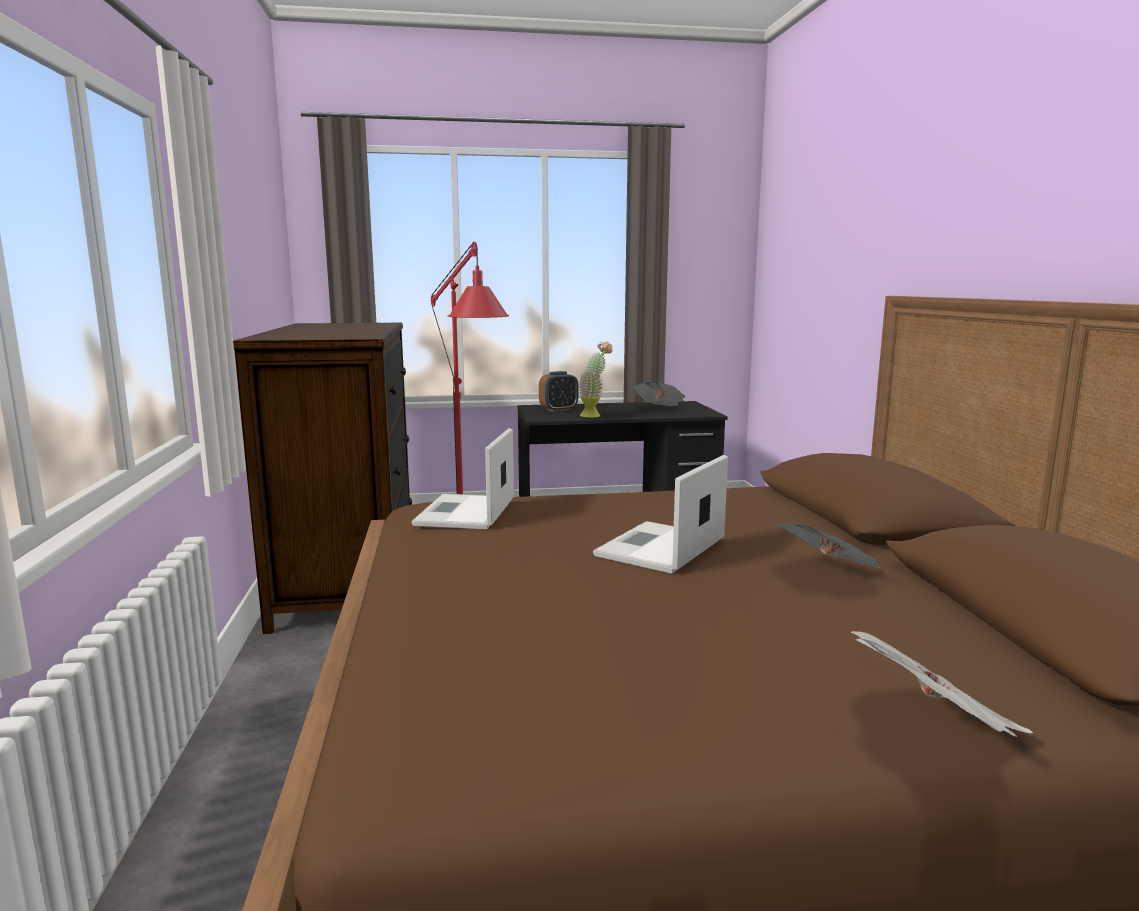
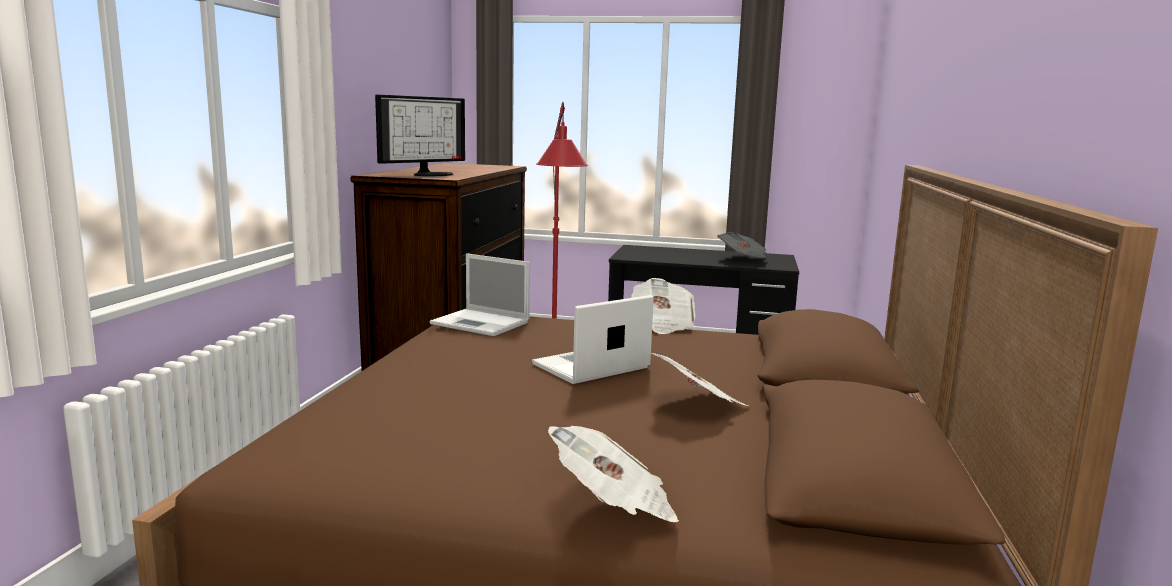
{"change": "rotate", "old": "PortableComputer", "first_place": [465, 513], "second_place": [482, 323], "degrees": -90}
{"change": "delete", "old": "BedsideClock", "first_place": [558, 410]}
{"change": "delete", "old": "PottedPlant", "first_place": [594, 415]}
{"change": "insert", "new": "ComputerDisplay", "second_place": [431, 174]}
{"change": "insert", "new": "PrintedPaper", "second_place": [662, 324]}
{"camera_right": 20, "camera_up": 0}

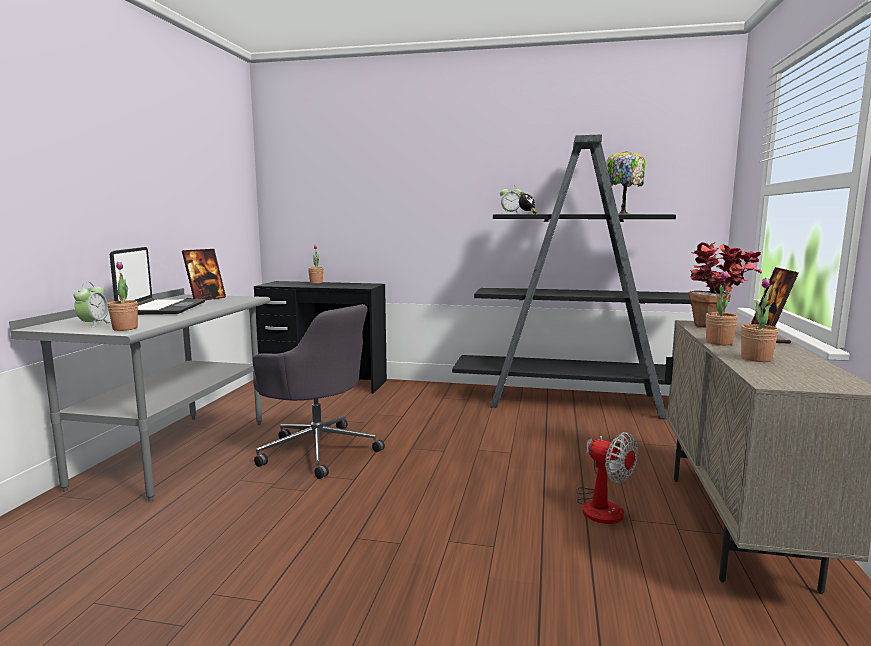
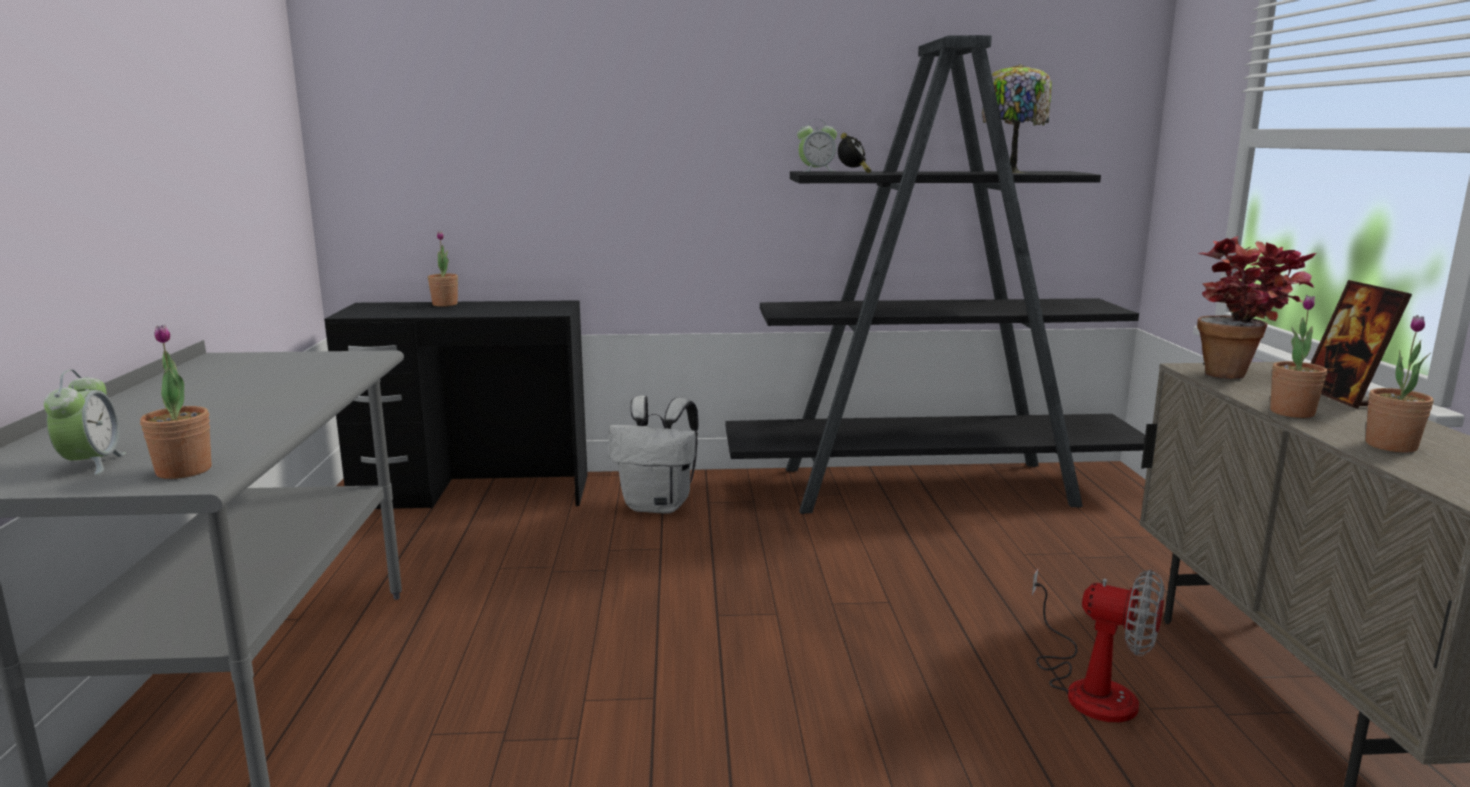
{"change": "delete", "old": "PortableComputer", "first_place": [162, 308]}
{"change": "delete", "old": "StandingFrame", "first_place": [206, 299]}
{"change": "delete", "old": "GreyishOfficeChair", "first_place": [318, 450]}
{"change": "insert", "new": "WhitishKnapsack", "second_place": [659, 506]}
{"camera_right": -15, "camera_up": 5}

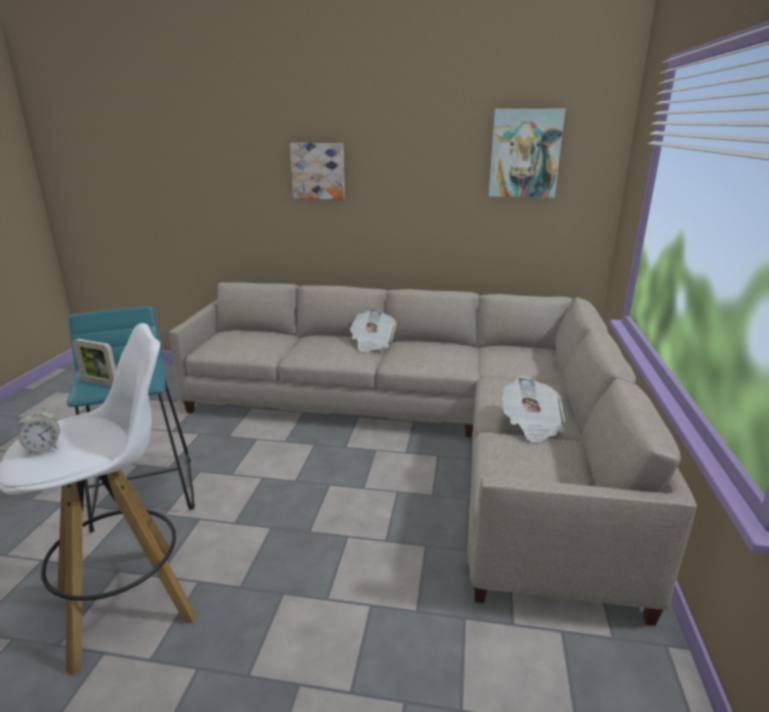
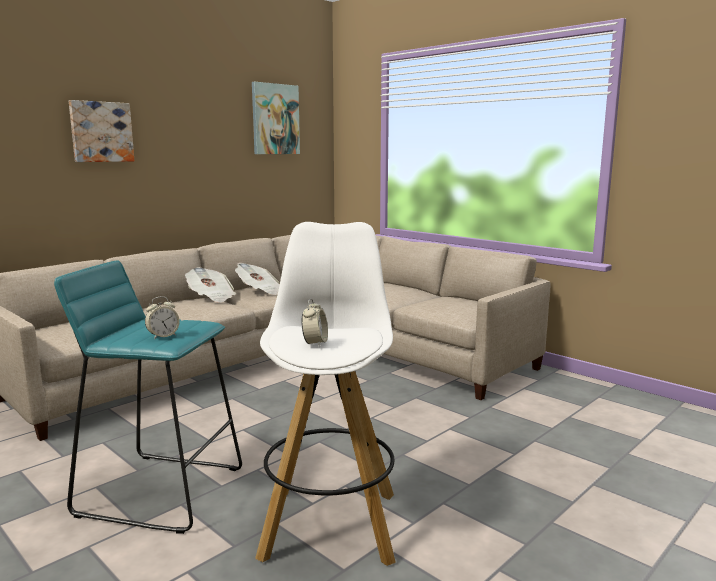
{"change": "replace", "old": "StandingFrame", "new": "BedsideClock", "first_place": [100, 382], "second_place": [163, 336]}
{"change": "move", "old": "PrintedPaper", "first_place": [531, 425], "second_place": [260, 291]}
{"camera_right": -55, "camera_up": -10}

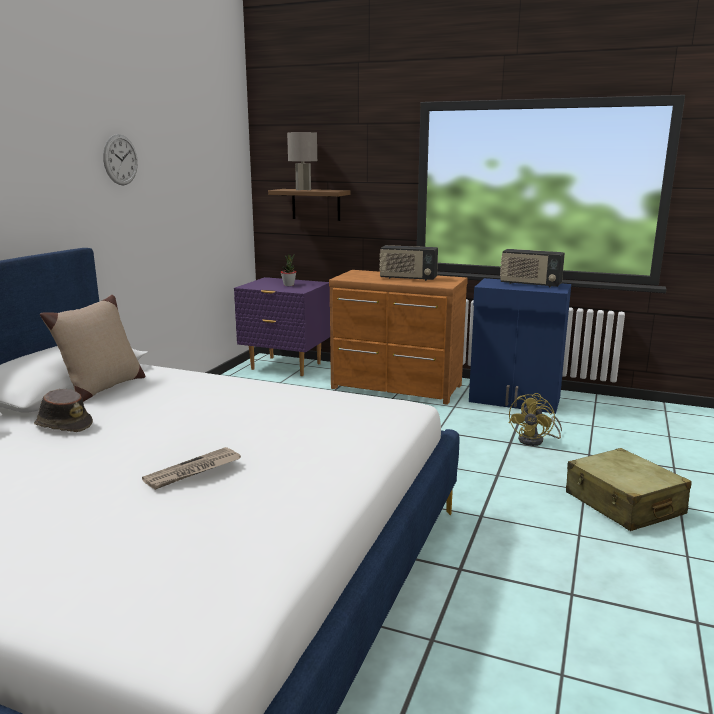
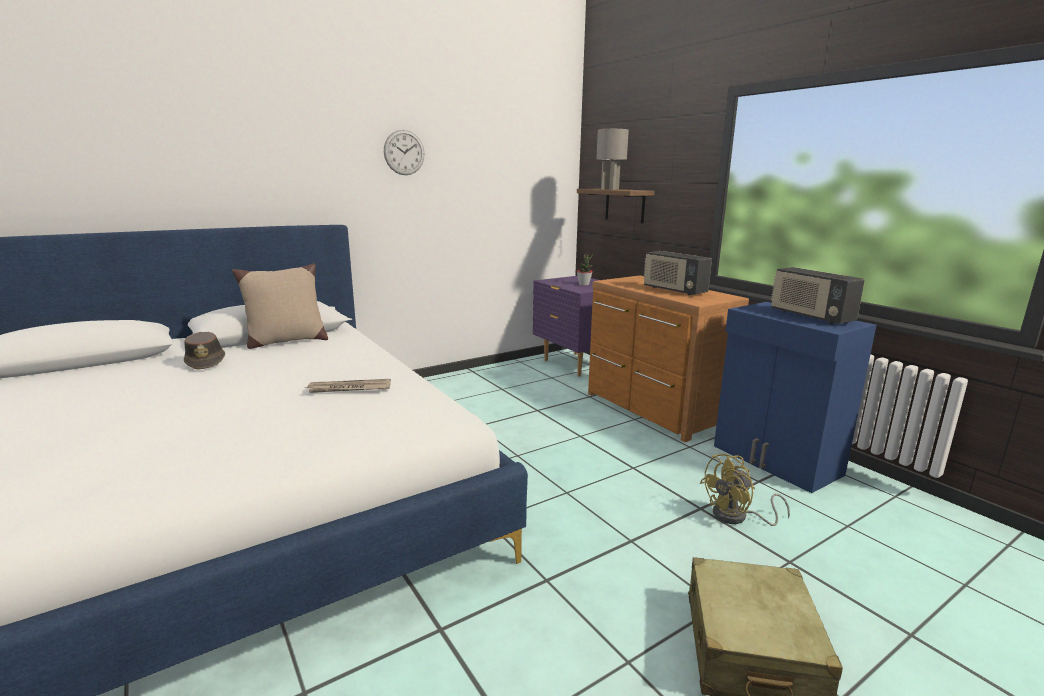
{"change": "move", "old": "PrintedPaper", "first_place": [193, 471], "second_place": [349, 388]}
{"camera_right": 35, "camera_up": 0}

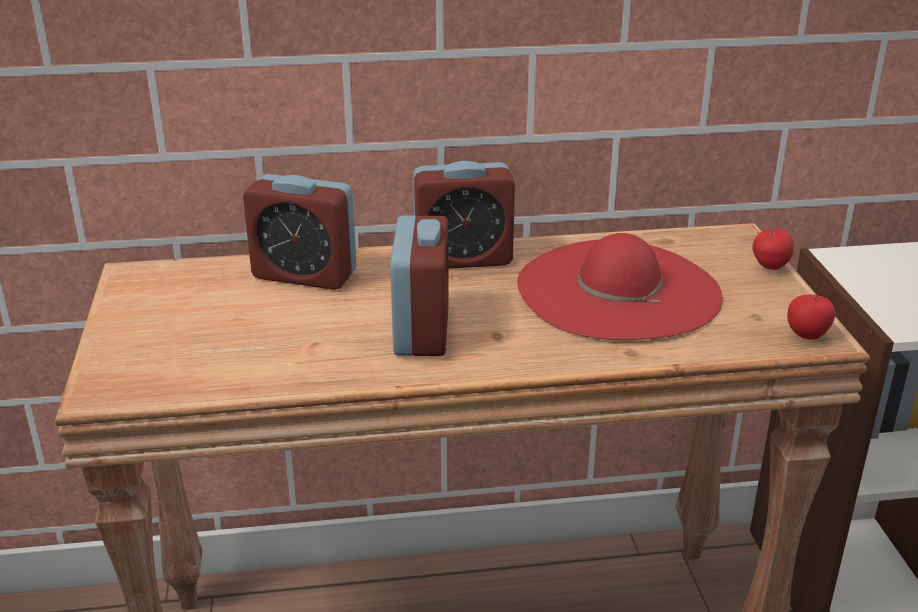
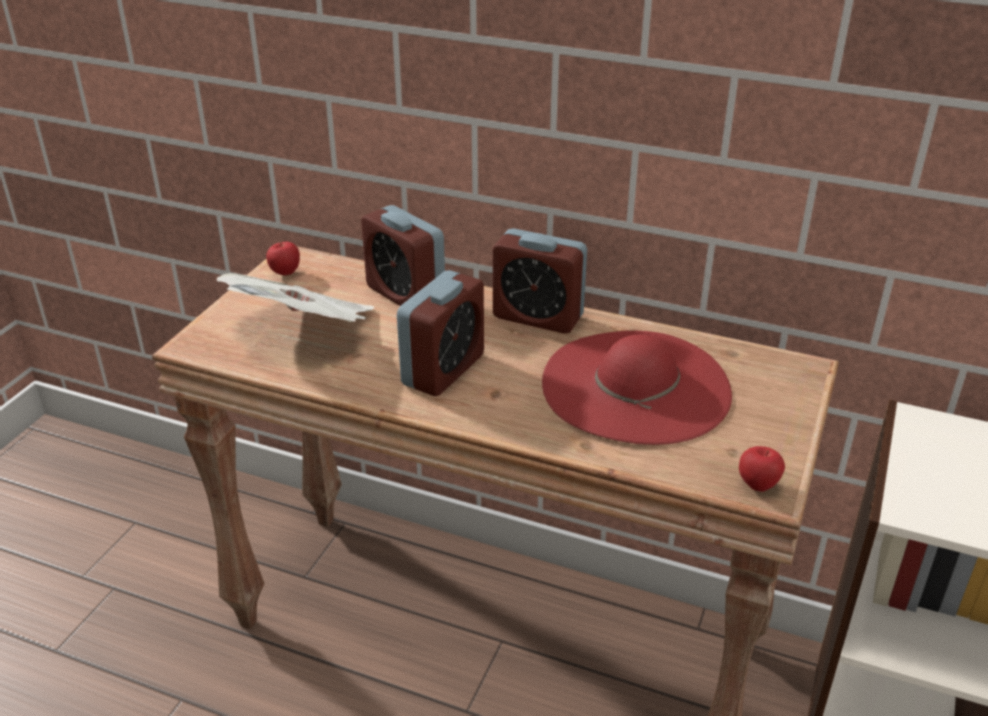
{"change": "move", "old": "Apple", "first_place": [769, 268], "second_place": [285, 273]}
{"change": "insert", "new": "PrintedPaper", "second_place": [305, 331]}
{"camera_right": 30, "camera_up": 5}

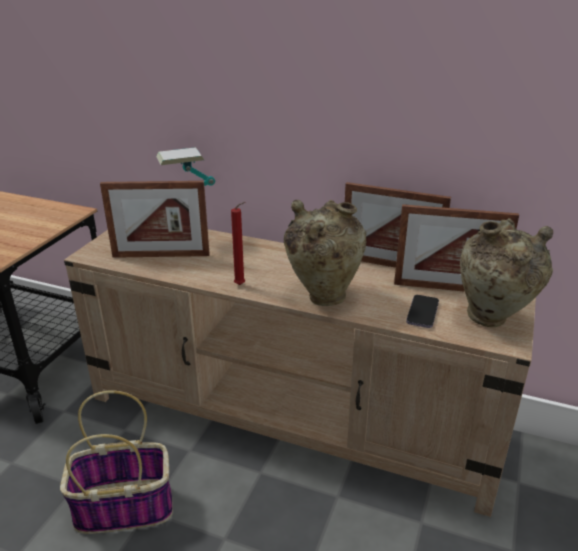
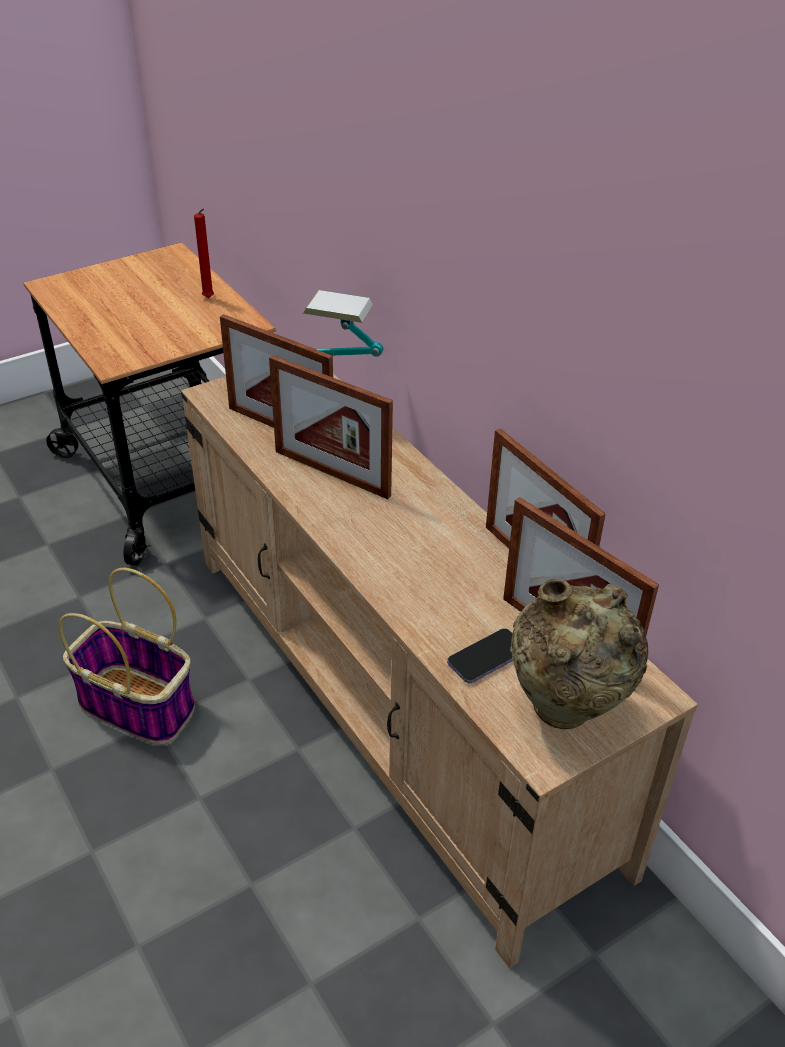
{"change": "move", "old": "RedColouredWaxLight", "first_place": [241, 285], "second_place": [209, 299]}
{"change": "delete", "old": "BeigeDecorativeVase", "first_place": [323, 295]}
{"change": "insert", "new": "StandingFrame", "second_place": [332, 473]}
{"camera_right": 35, "camera_up": 10}

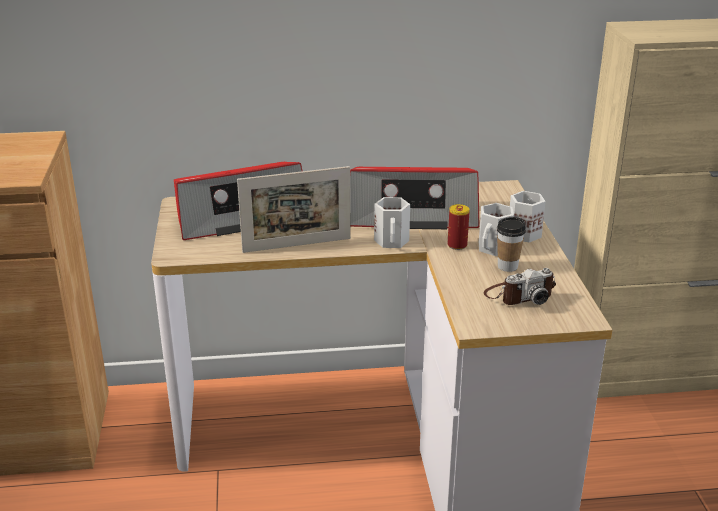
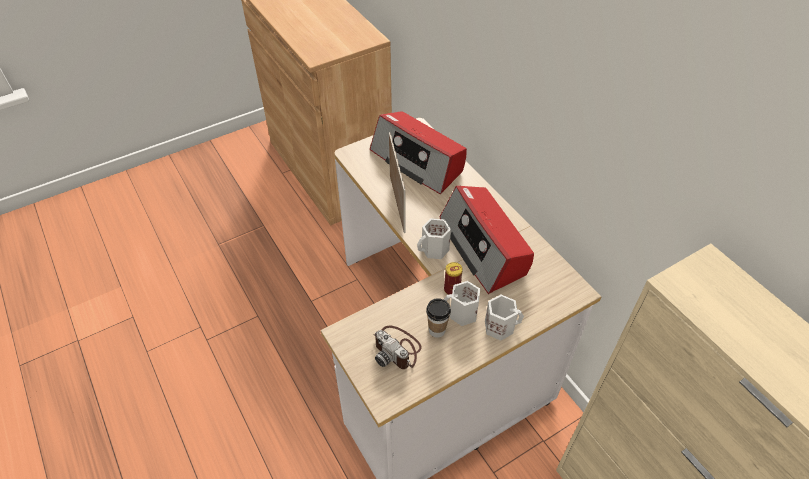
{"change": "rotate", "old": "StandingFrame", "first_place": [297, 245], "second_place": [397, 203], "degrees": -150}
{"camera_right": 65, "camera_up": 20}

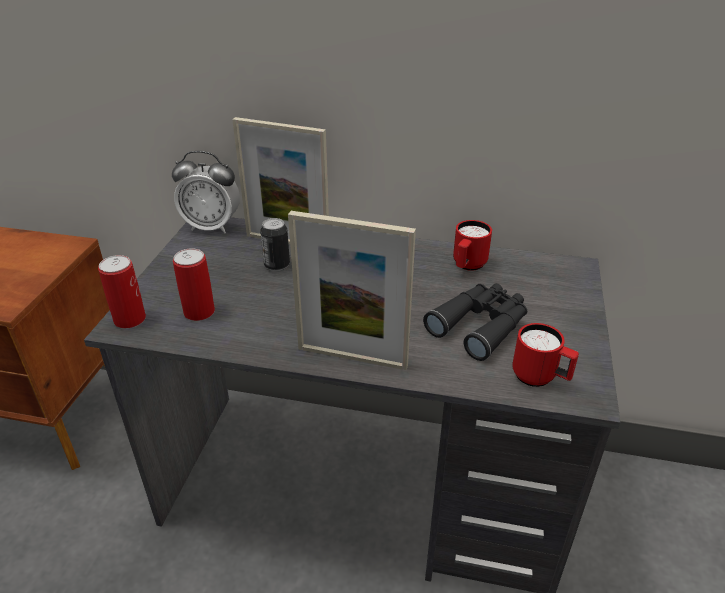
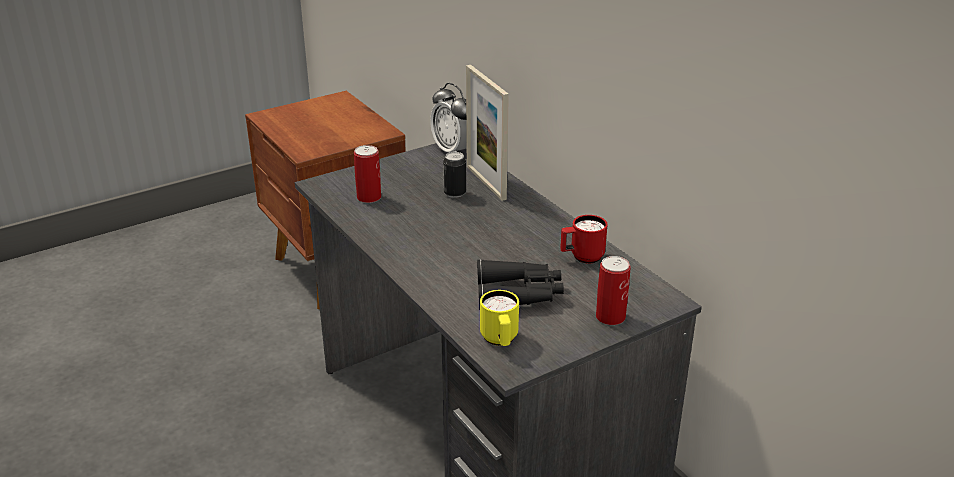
{"change": "move", "old": "SealedCan", "first_place": [130, 319], "second_place": [610, 317]}
{"change": "delete", "old": "StandingFrame", "first_place": [352, 357]}
{"change": "recolor", "old": "RedColouredTeaMug", "new": "YellowColouredTeaMug", "first_place": [540, 378], "second_place": [500, 341]}
{"camera_right": 45, "camera_up": -5}

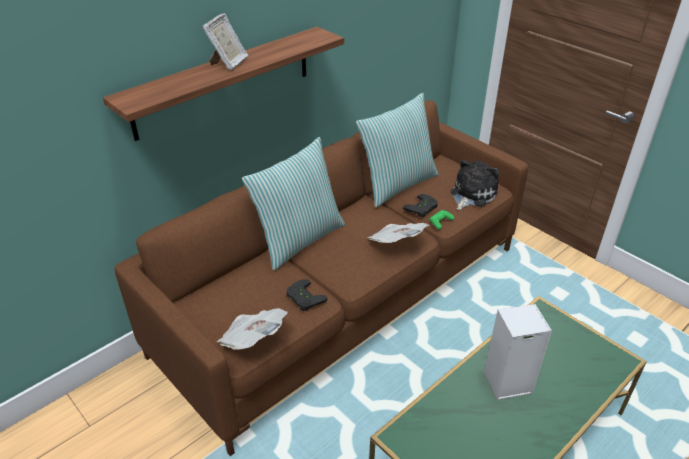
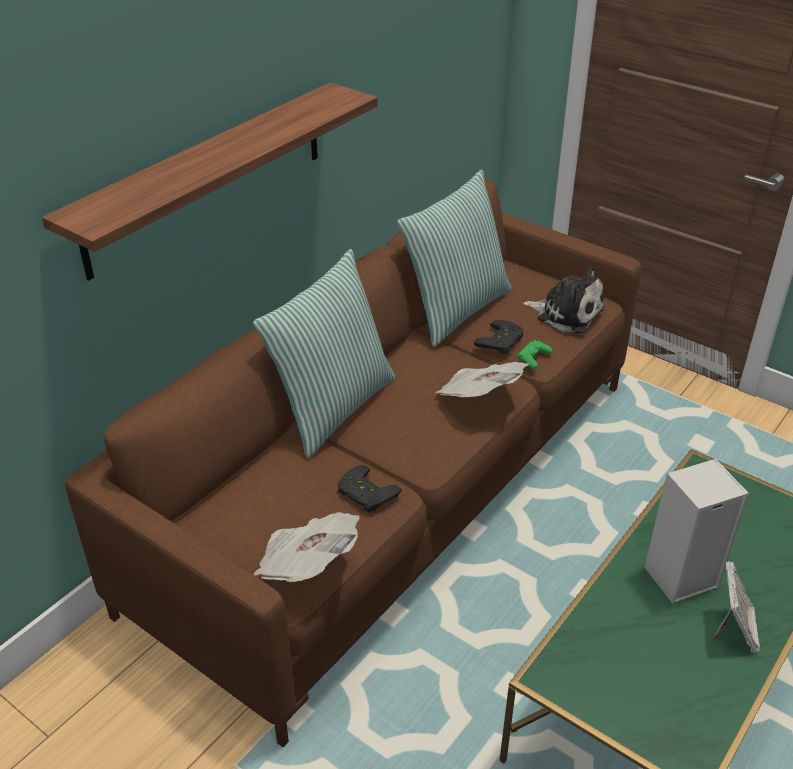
{"change": "move", "old": "StandingFrame", "first_place": [228, 63], "second_place": [734, 630]}
{"change": "rotate", "old": "SoftToy", "first_place": [471, 194], "second_place": [566, 313], "degrees": 90}
{"camera_right": -10, "camera_up": 0}

